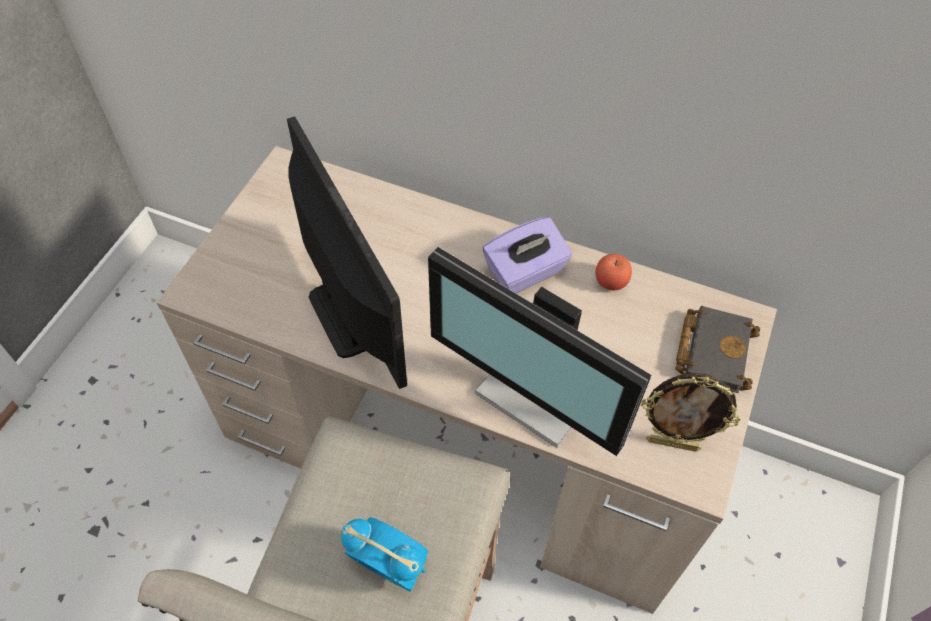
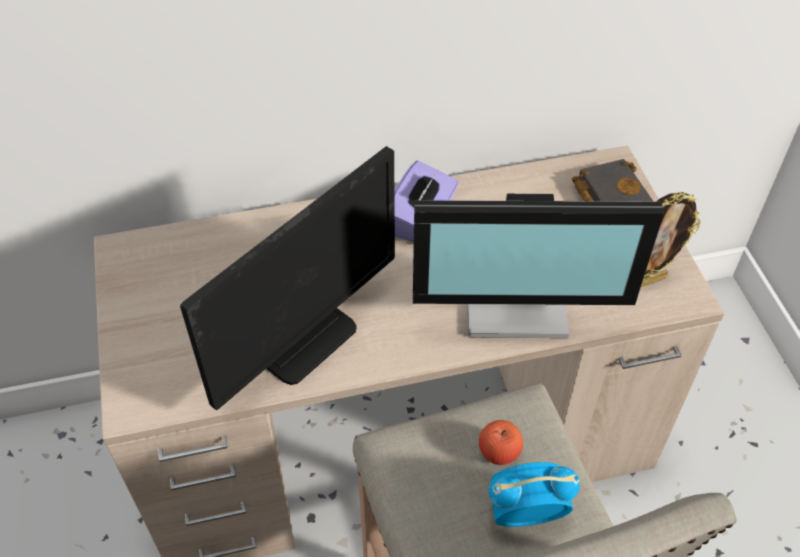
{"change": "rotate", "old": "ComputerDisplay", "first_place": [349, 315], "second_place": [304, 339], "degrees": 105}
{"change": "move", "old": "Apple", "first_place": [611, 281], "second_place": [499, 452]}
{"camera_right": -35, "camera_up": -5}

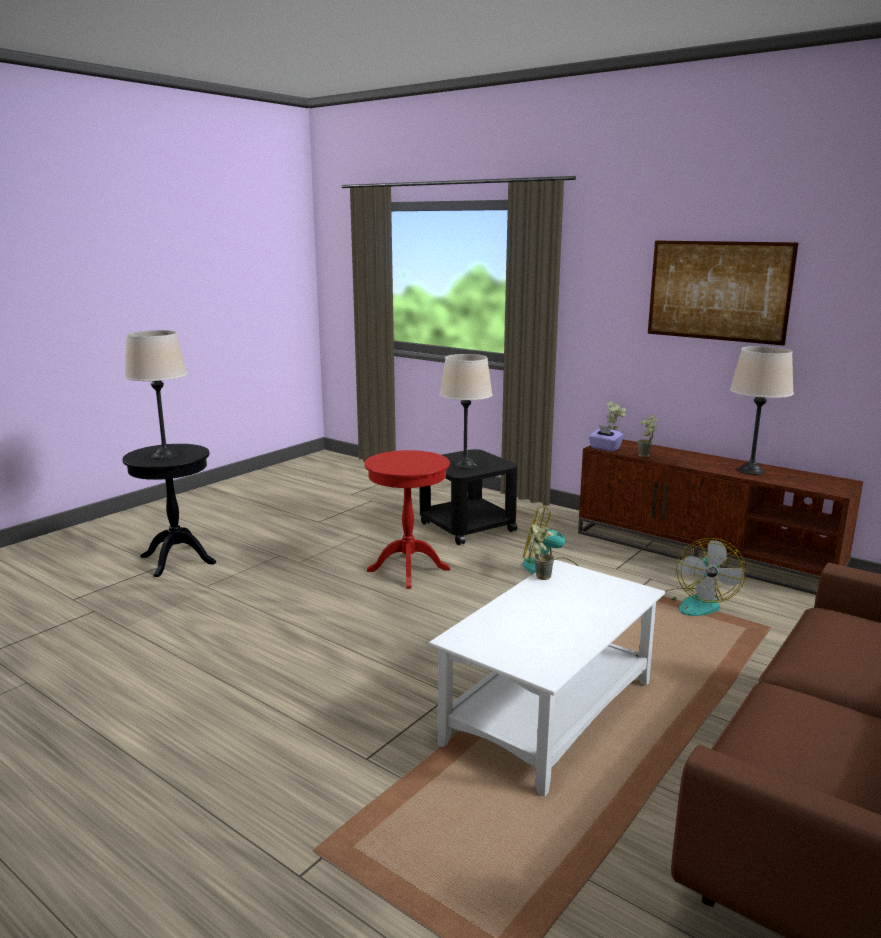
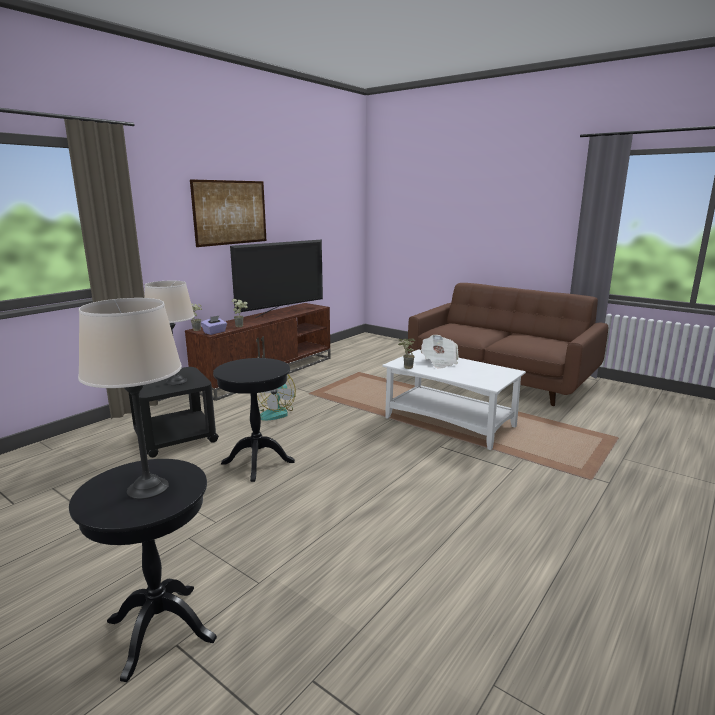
{"change": "recolor", "old": "RedColouredSideTable", "new": "BlackishSideTable", "first_place": [408, 570], "second_place": [258, 462]}
{"change": "delete", "old": "ElectricFan", "first_place": [697, 603]}
{"change": "replace", "old": "BeigeTableLamp", "new": "Television", "first_place": [751, 471], "second_place": [281, 313]}
{"change": "insert", "new": "PrintedPaper", "second_place": [439, 362]}
{"camera_right": -90, "camera_up": 0}

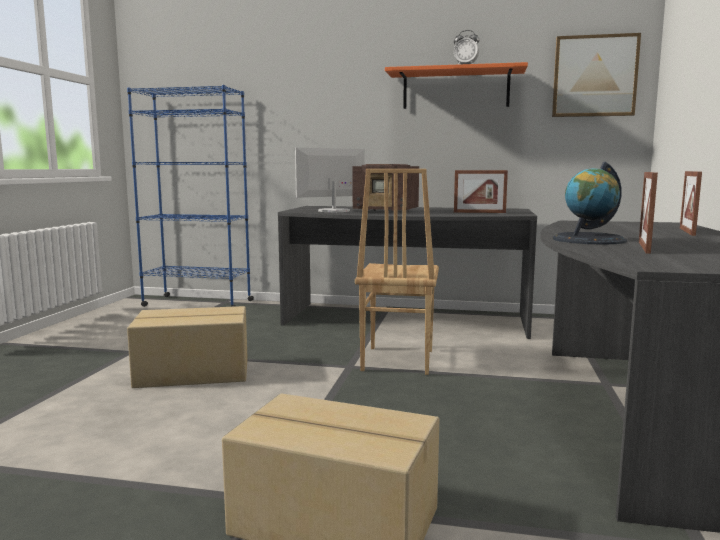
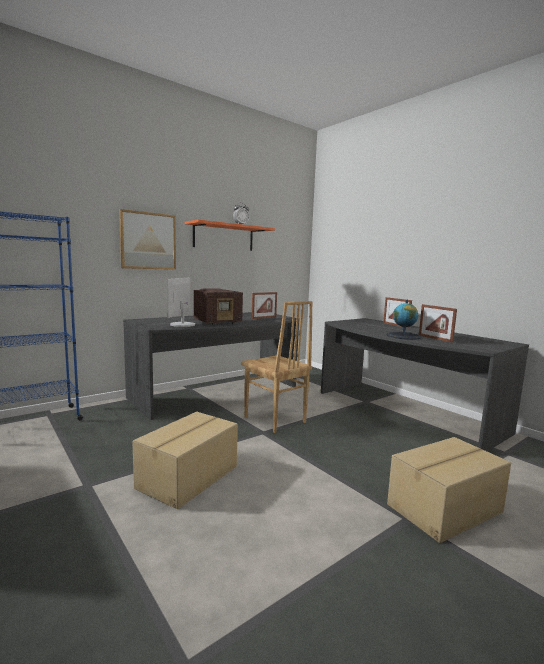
{"change": "move", "old": "Picture", "first_place": [594, 76], "second_place": [148, 241]}
{"camera_right": -50, "camera_up": 0}

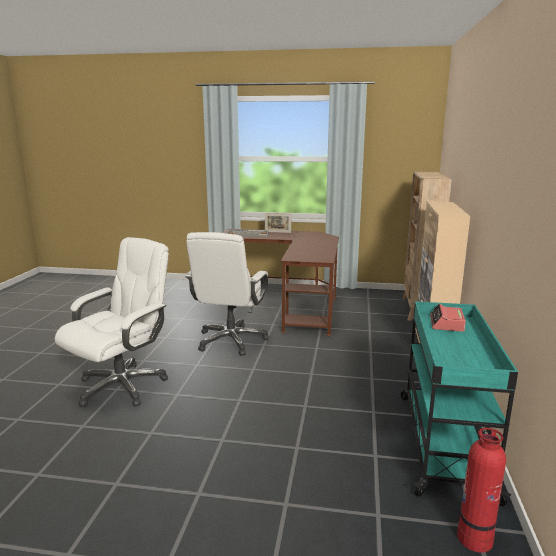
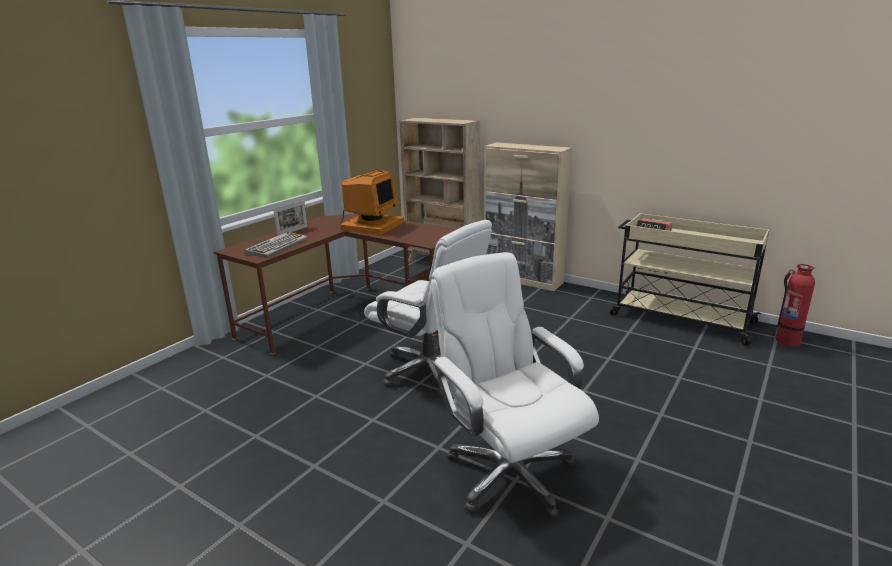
{"change": "recolor", "old": "BlueGreenCart", "new": "BeigeCart", "first_place": [443, 442], "second_place": [679, 319]}
{"change": "insert", "new": "ComputerDisplay", "second_place": [371, 225]}
{"camera_right": -65, "camera_up": 5}

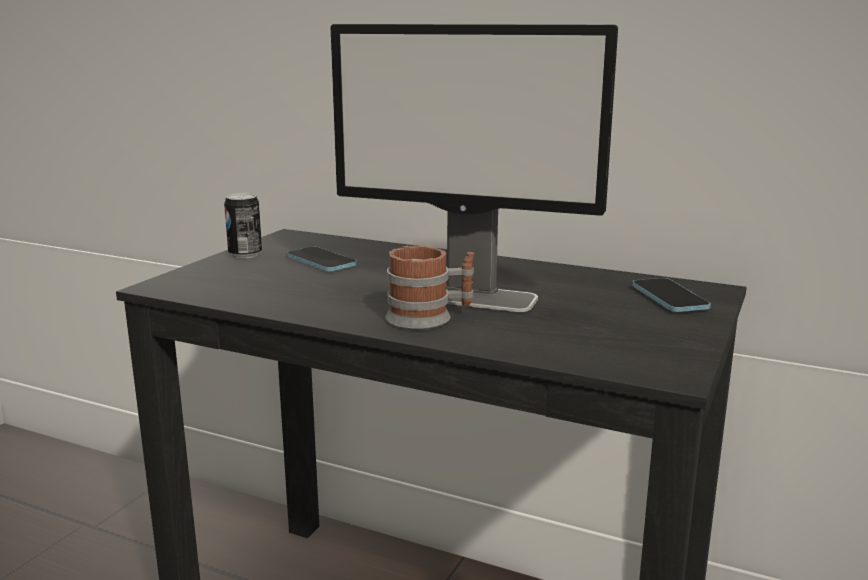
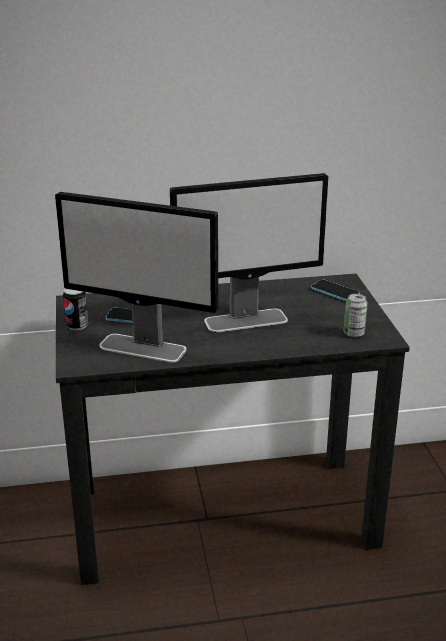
{"change": "delete", "old": "TeaMug", "first_place": [429, 318]}
{"change": "insert", "new": "ComputerDisplay", "second_place": [143, 348]}
{"change": "insert", "new": "SealedCan", "second_place": [354, 333]}
{"camera_right": -35, "camera_up": 10}

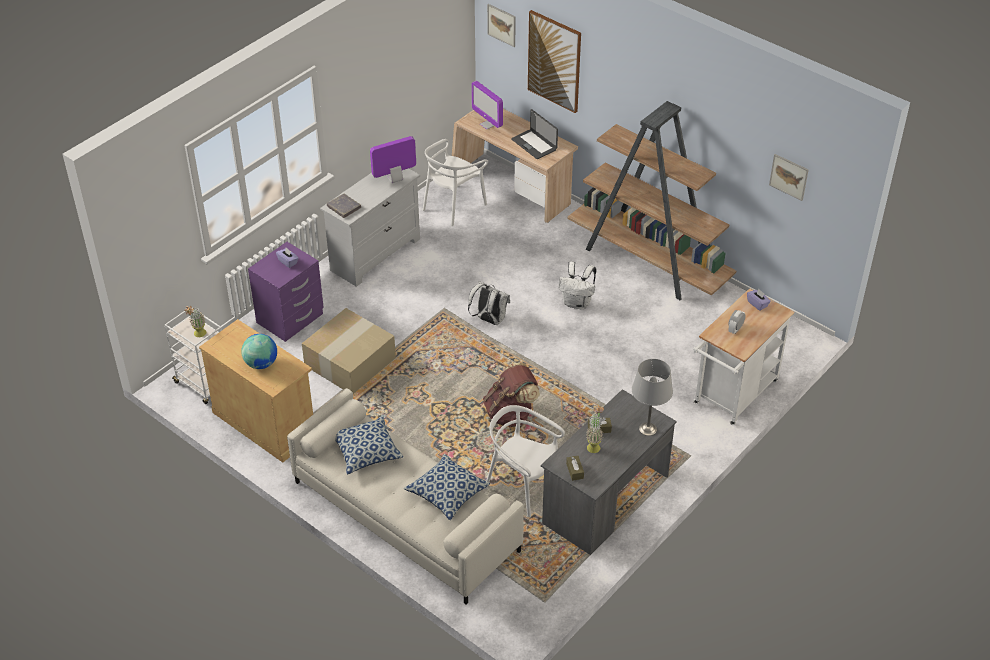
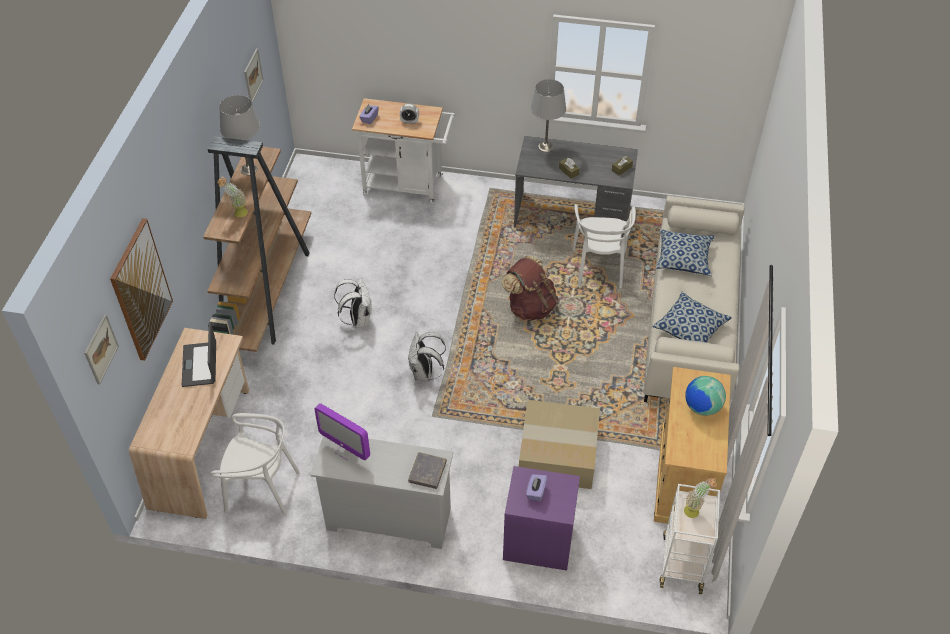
{"change": "delete", "old": "ComputerDisplay", "first_place": [488, 124]}
{"change": "rotate", "old": "PortableComputer", "first_place": [534, 144], "second_place": [200, 364], "degrees": 150}
{"change": "move", "old": "PottedPlant", "first_place": [594, 445], "second_place": [237, 213]}
{"change": "insert", "new": "GreyishTableLamp", "second_place": [248, 169]}
{"camera_right": -120, "camera_up": 5}

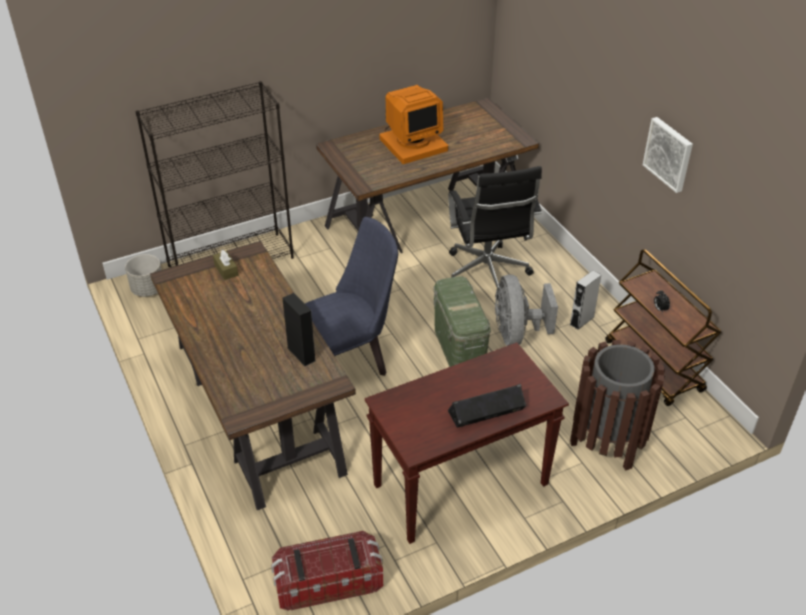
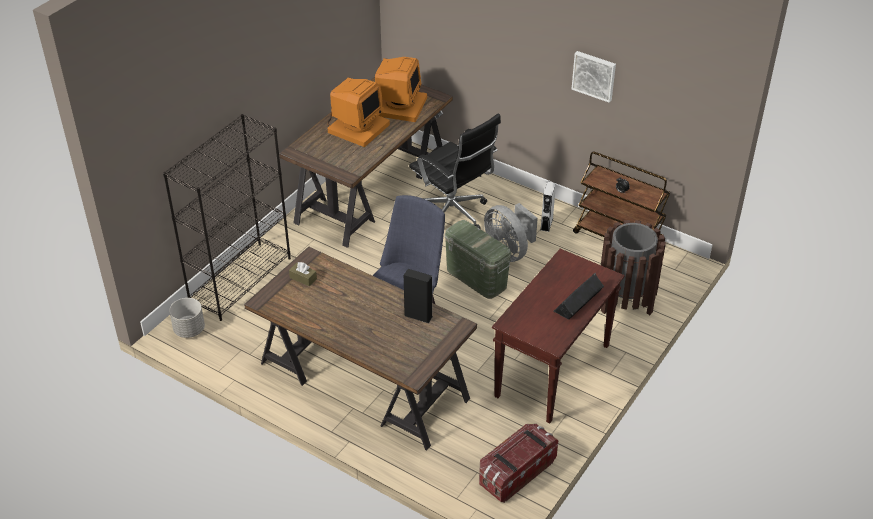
{"change": "insert", "new": "ComputerDisplay", "second_place": [399, 106]}
{"camera_right": -30, "camera_up": 0}

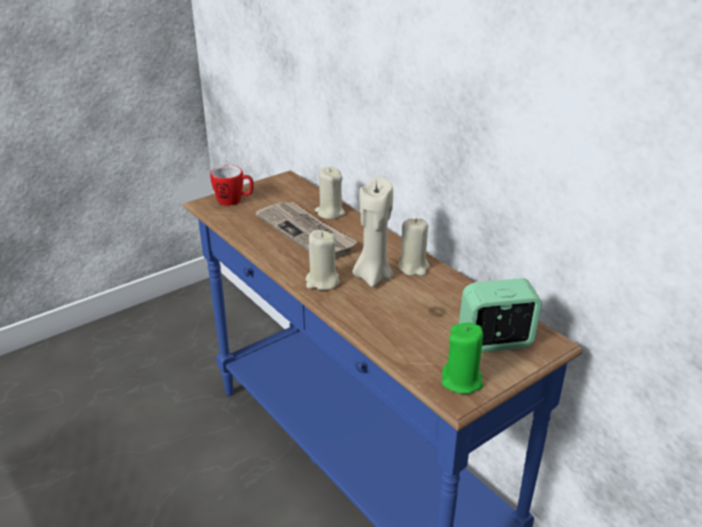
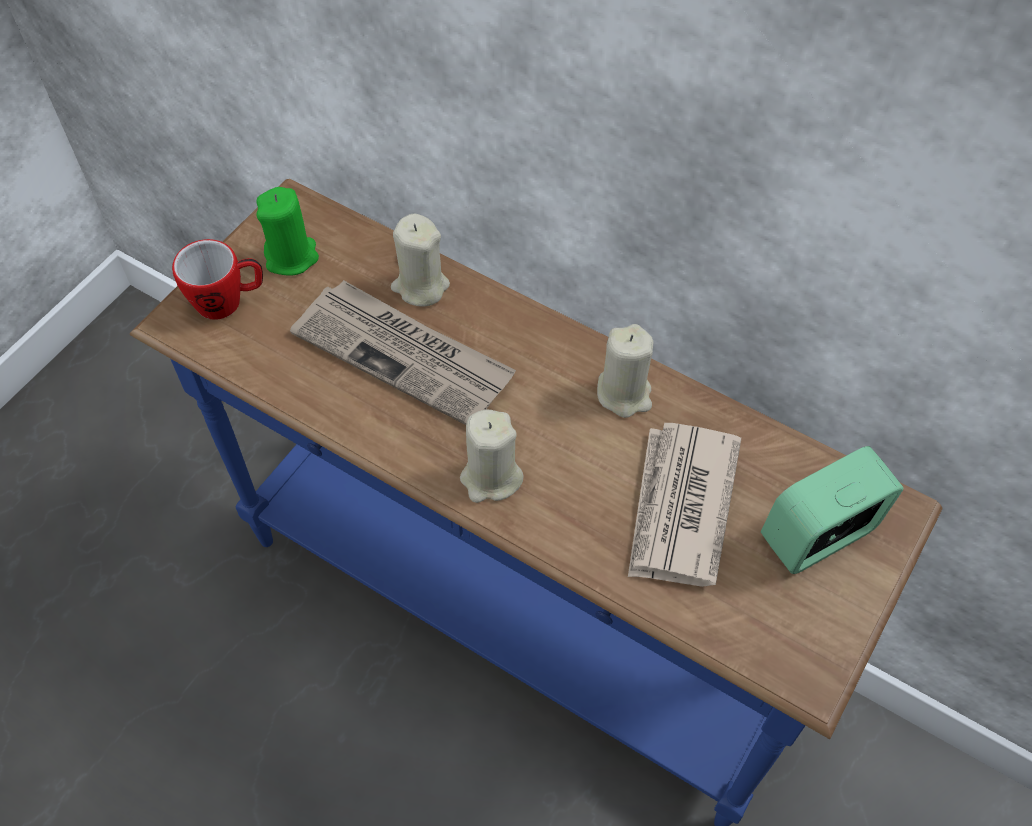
{"change": "delete", "old": "BeigeWaxLight", "first_place": [373, 276]}
{"change": "move", "old": "GreenishWaxLight", "first_place": [462, 381], "second_place": [292, 257]}
{"change": "insert", "new": "PrintedPaper", "second_place": [680, 508]}
{"camera_right": -20, "camera_up": 25}

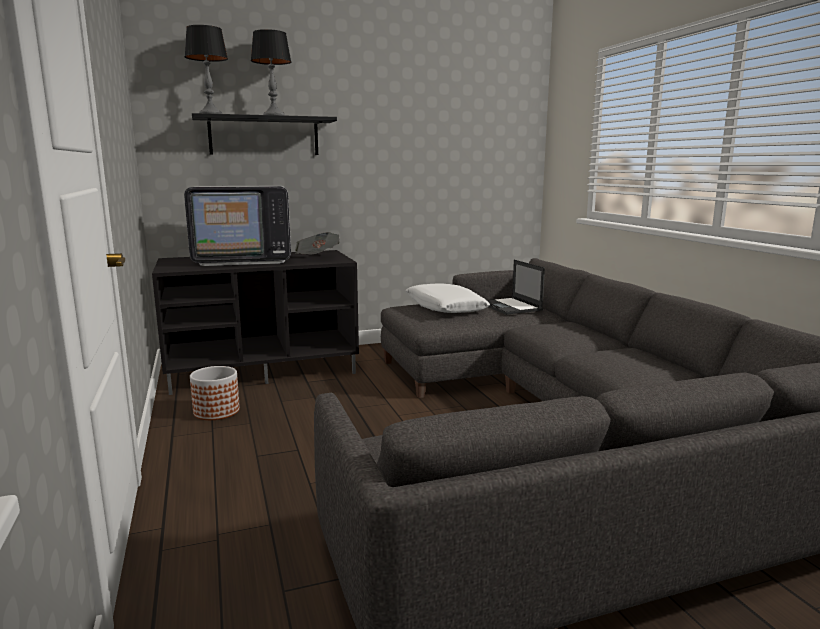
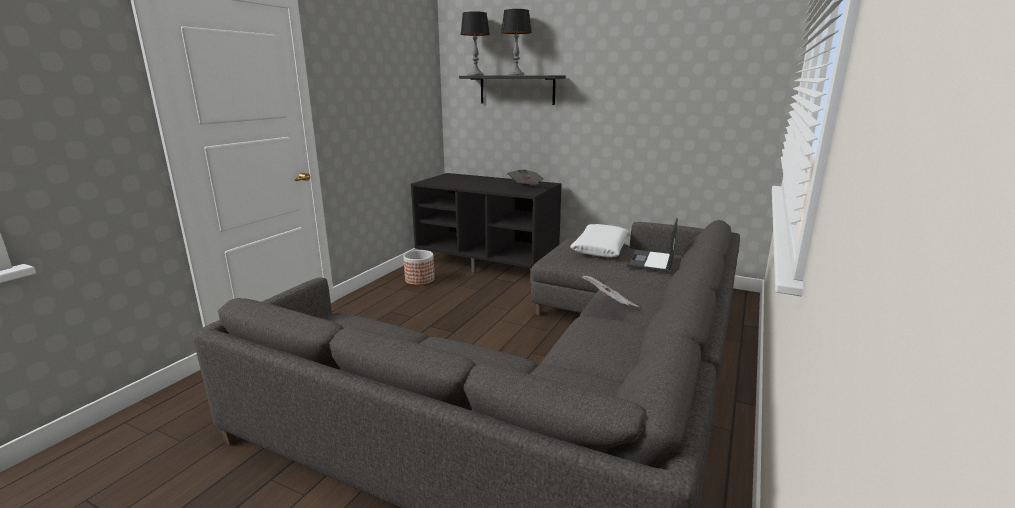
{"change": "delete", "old": "Television", "first_place": [243, 260]}
{"change": "insert", "new": "PrintedPaper", "second_place": [609, 305]}
{"camera_right": 45, "camera_up": 5}

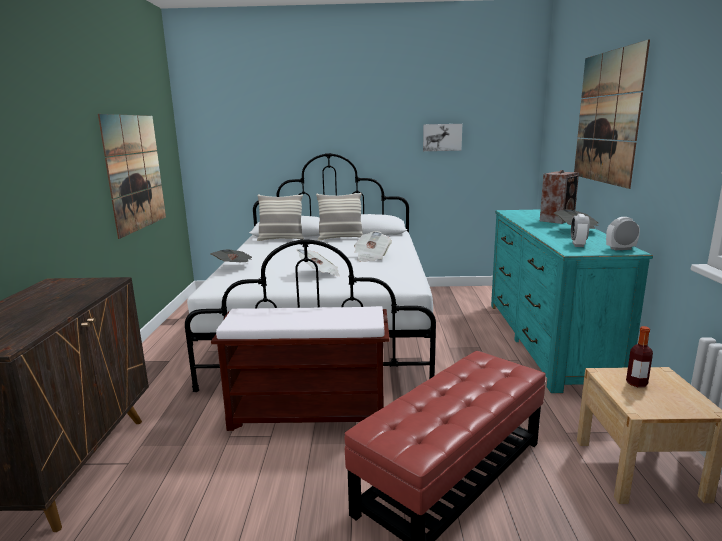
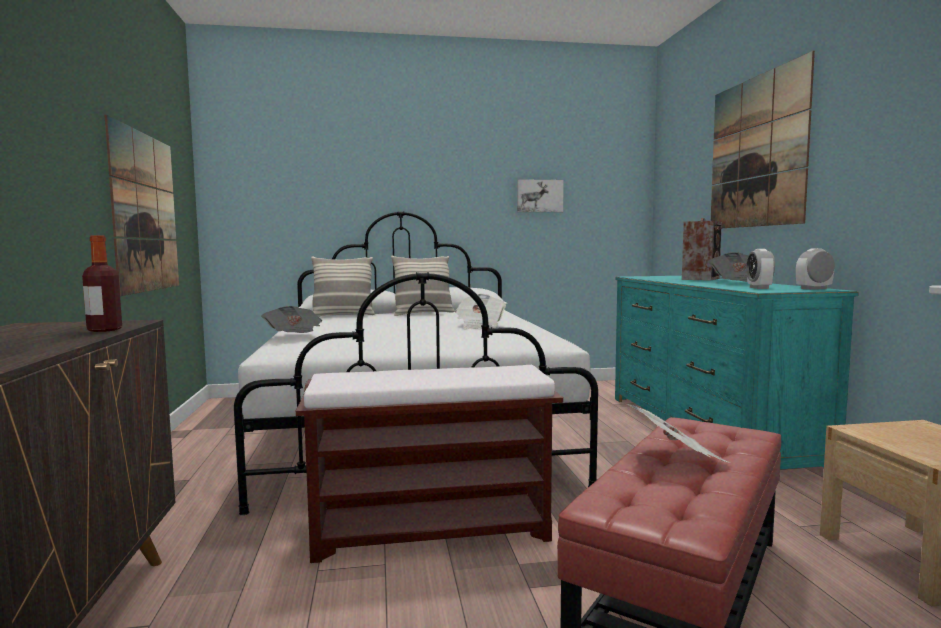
{"change": "move", "old": "PrintedPaper", "first_place": [320, 274], "second_place": [676, 458]}
{"change": "move", "old": "BeverageBottle", "first_place": [636, 383], "second_place": [104, 330]}
{"camera_right": -10, "camera_up": -10}

